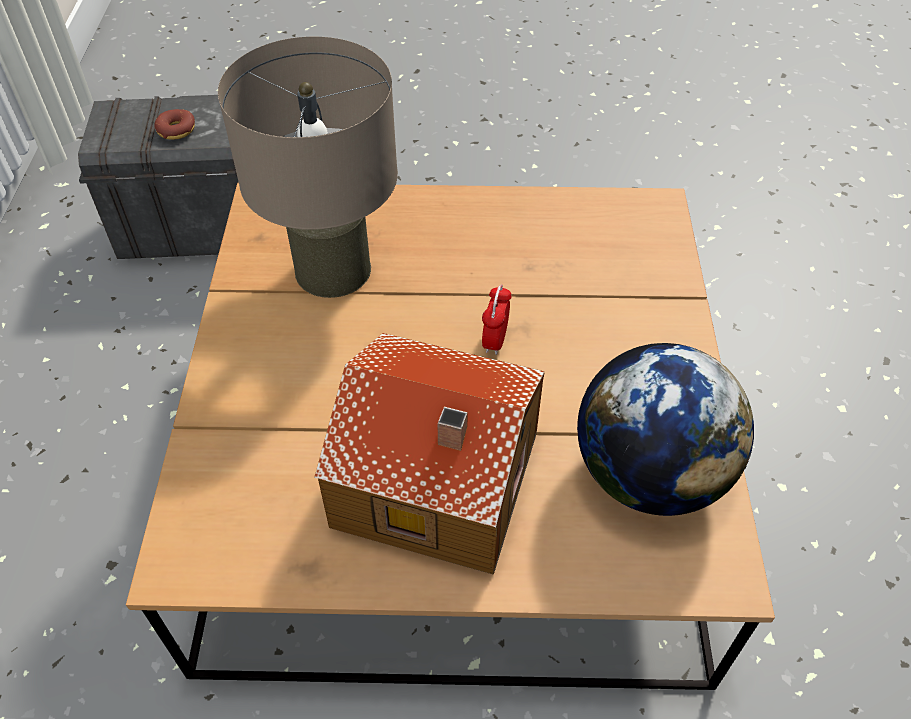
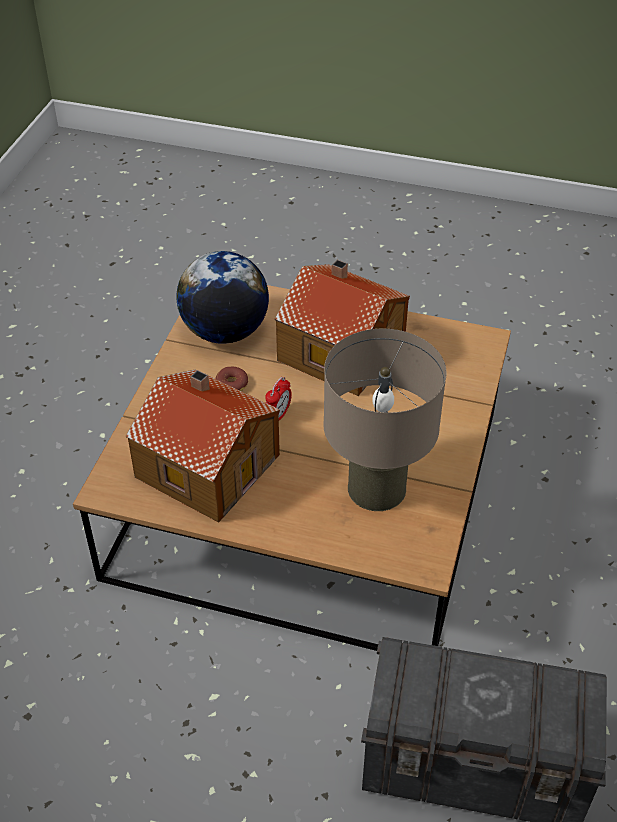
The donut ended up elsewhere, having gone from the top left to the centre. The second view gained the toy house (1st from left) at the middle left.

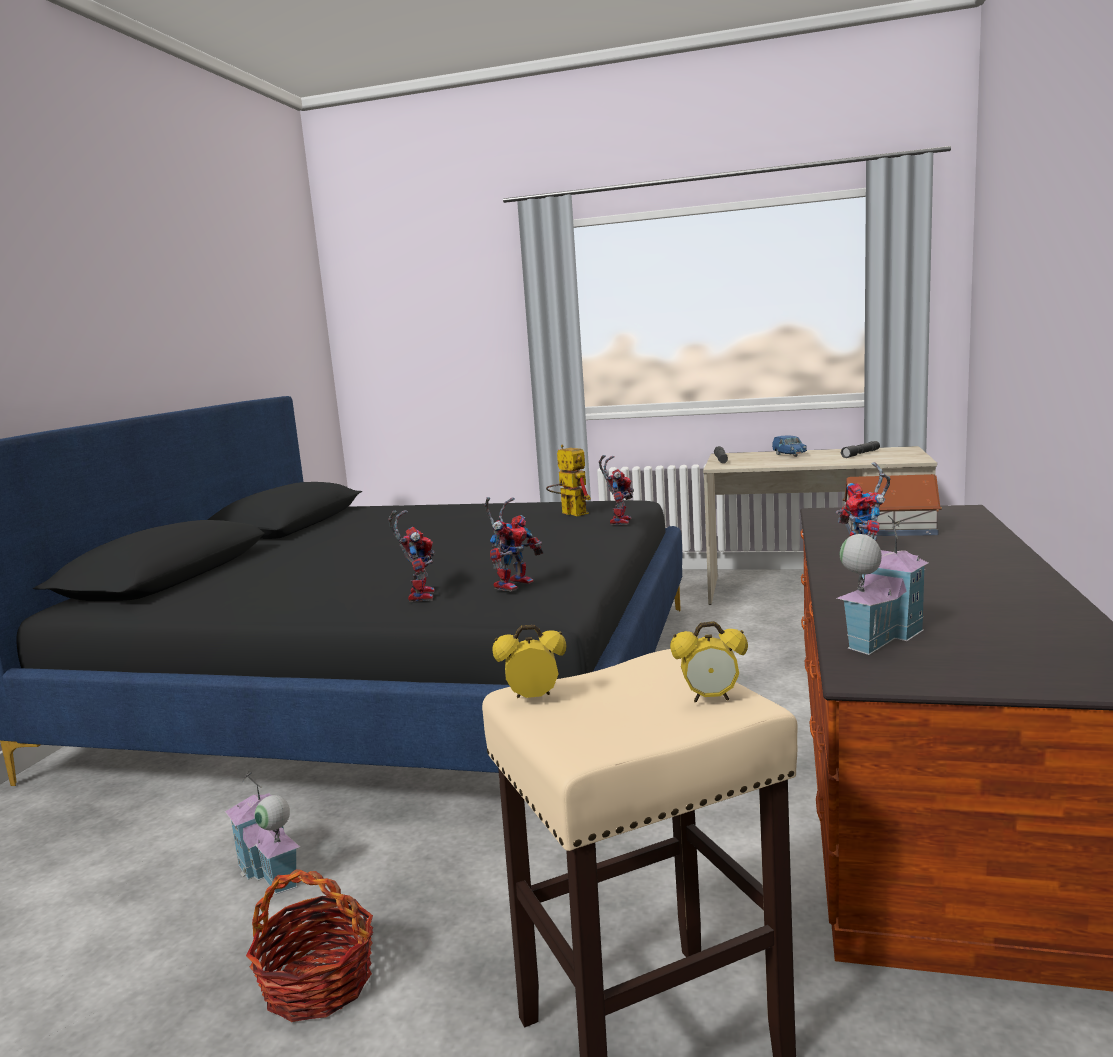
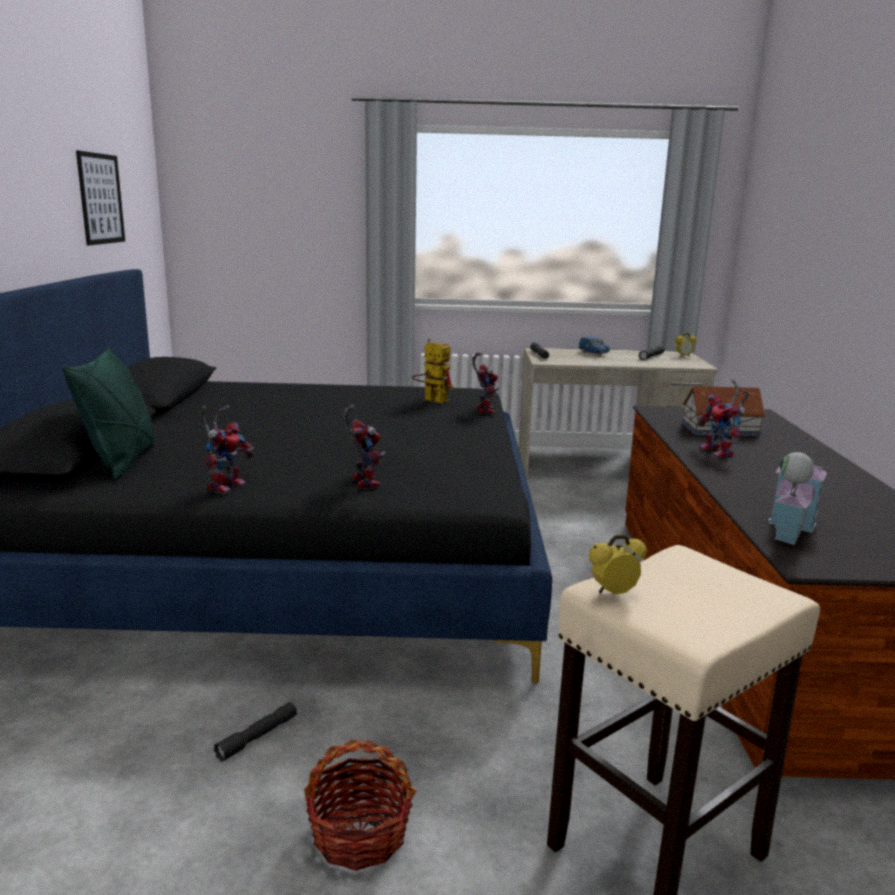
Where the toy house (1st from left) stood at the bottom left, the flashlight in grey (1st from left) came to stand at the bottom left. The toy robot (2nd from left in the first image) ended up elsewhere, having gone from the centre to the middle left. The alarm clock (2nd from left) ended up elsewhere, having gone from the centre to the middle right. The second view gained the pillow in green at the middle left. The second view gained the picture at the top left.

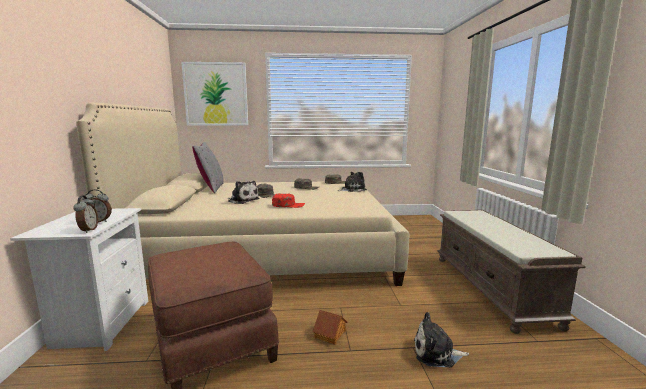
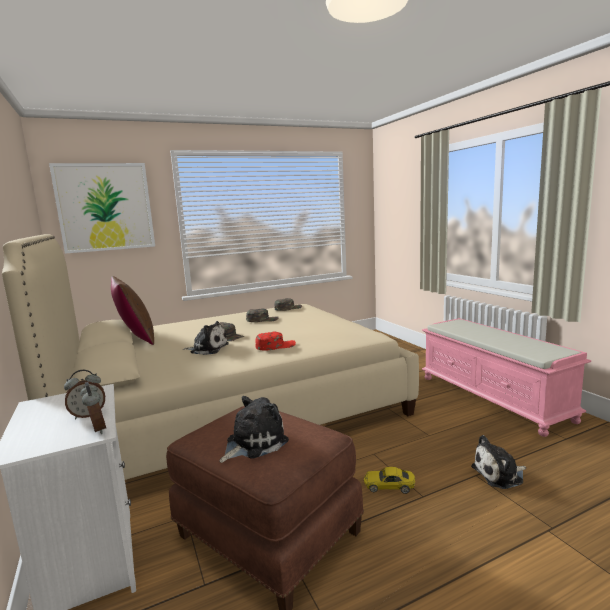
What was the pillow in grey at the middle left turned into the pillow in brown at the middle left. Where the toy house stood at the bottom centre, the toy car in yellow came to stand at the bottom centre. The plush toy (2nd from left) ended up elsewhere, having gone from the centre to the bottom centre. What was the bench in brown at the bottom right turned into the bench in pink at the middle right.

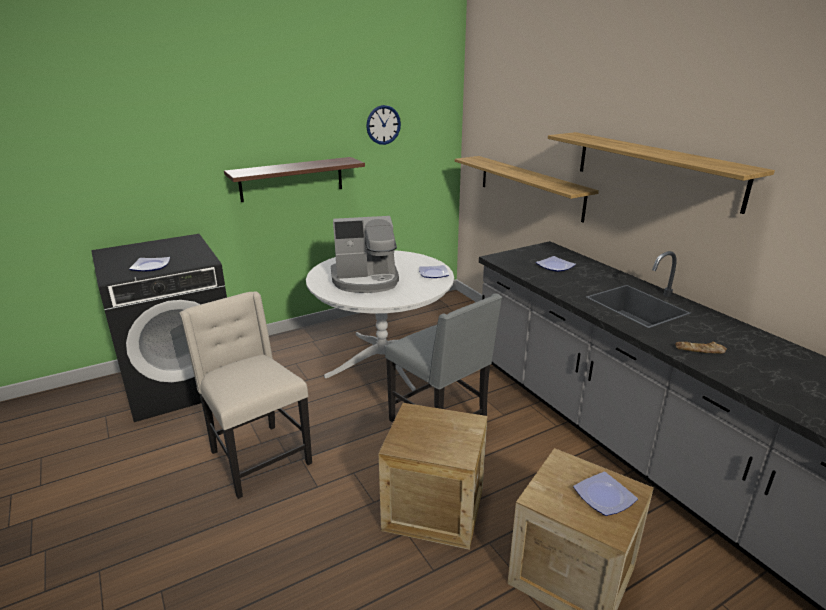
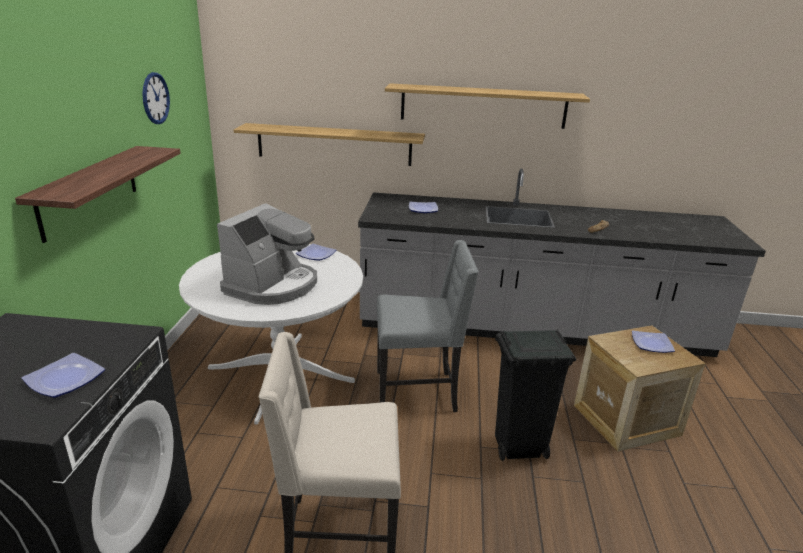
Where the crate (1st from left) stood at the bottom centre, the trash can in black came to stand at the bottom centre.

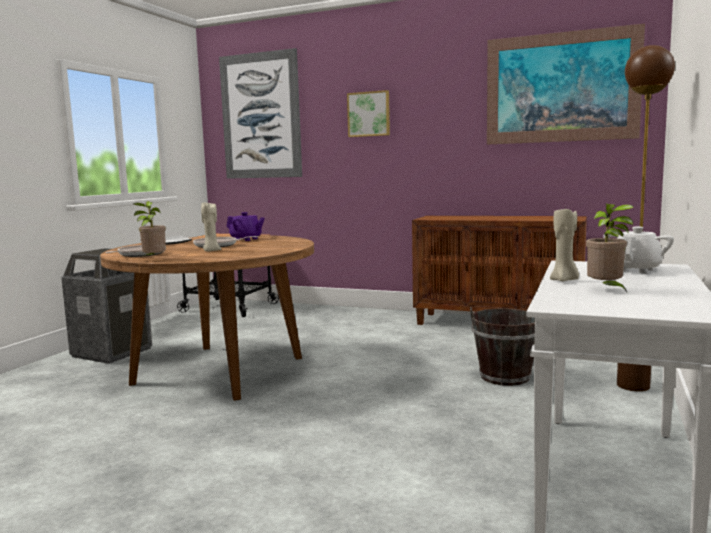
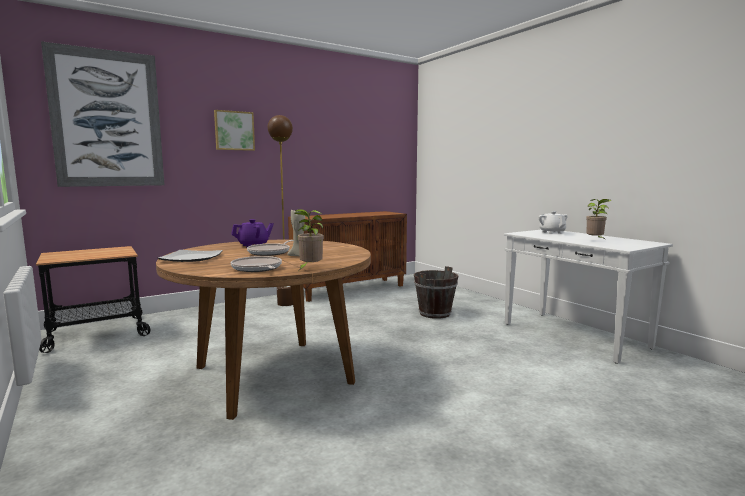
The second view lost the trash can at the middle left. The second view lost the picture (3rd from left) at the top right. The second view lost the candle in beige (2nd from left) at the middle right. The floor lamp in brown ended up elsewhere, having gone from the middle right to the centre.

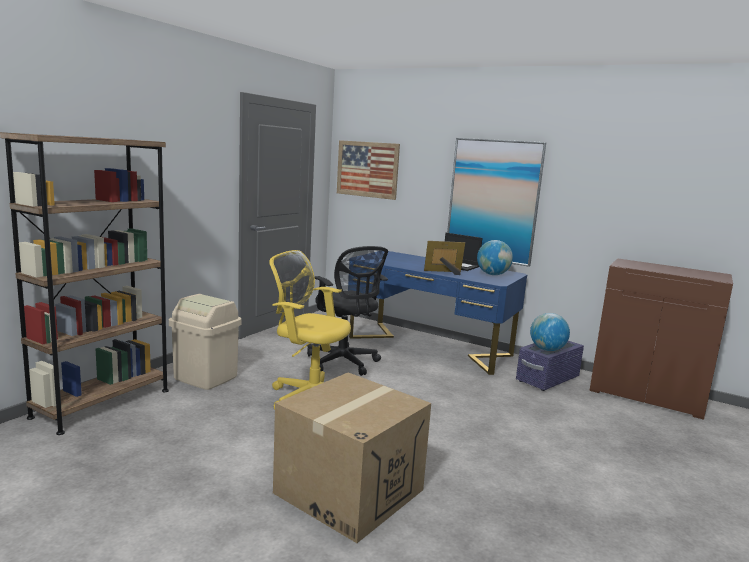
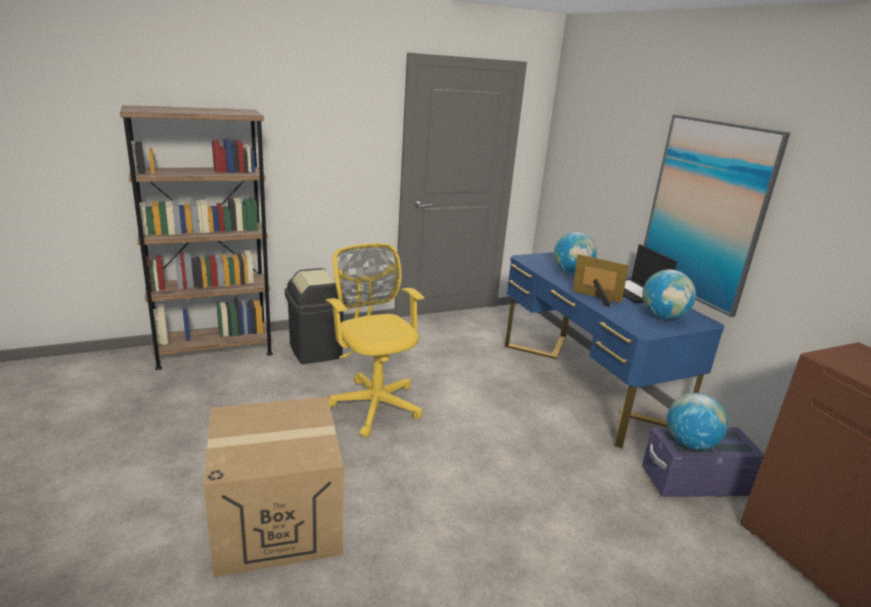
What was the trash can in beige at the middle left turned into the trash can in black at the centre. The second view lost the office chair in black at the centre. The second view lost the picture (1st from left) at the top centre. The second view gained the globe (1st from left) at the centre.

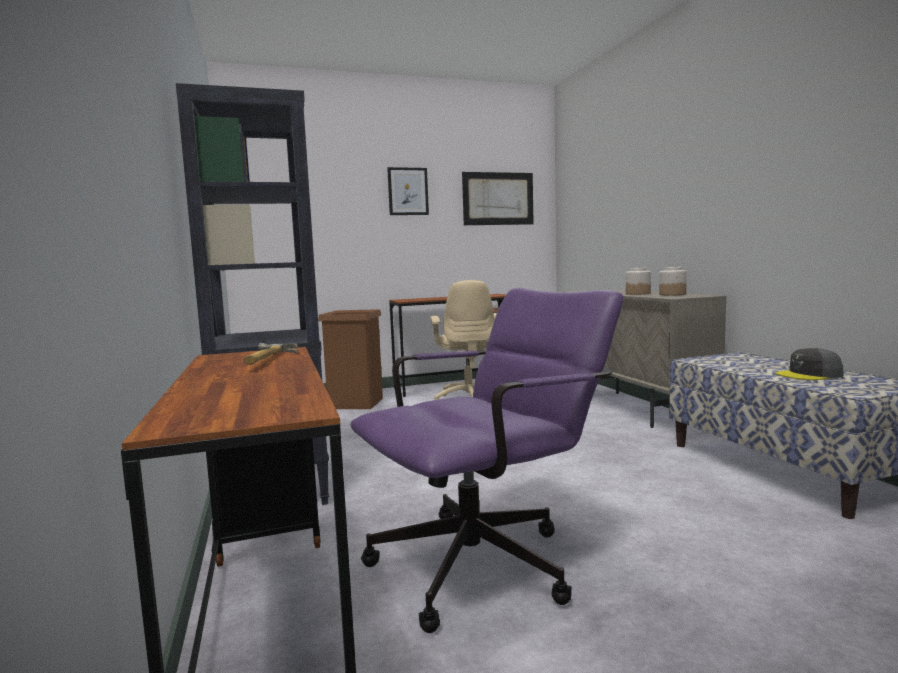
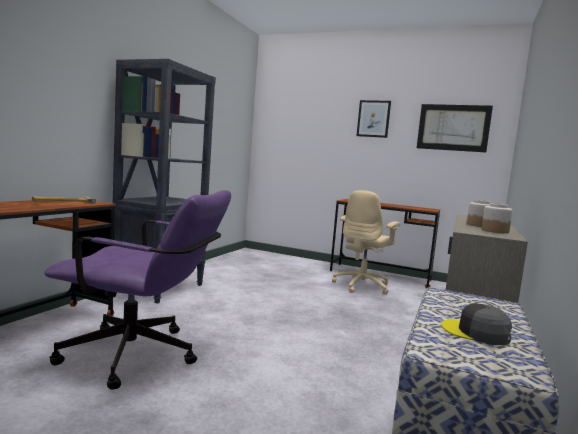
The second view lost the trash can in brown at the centre.

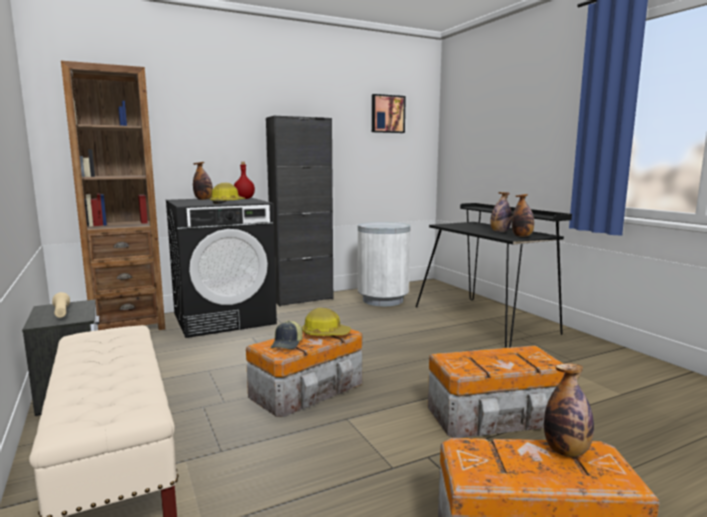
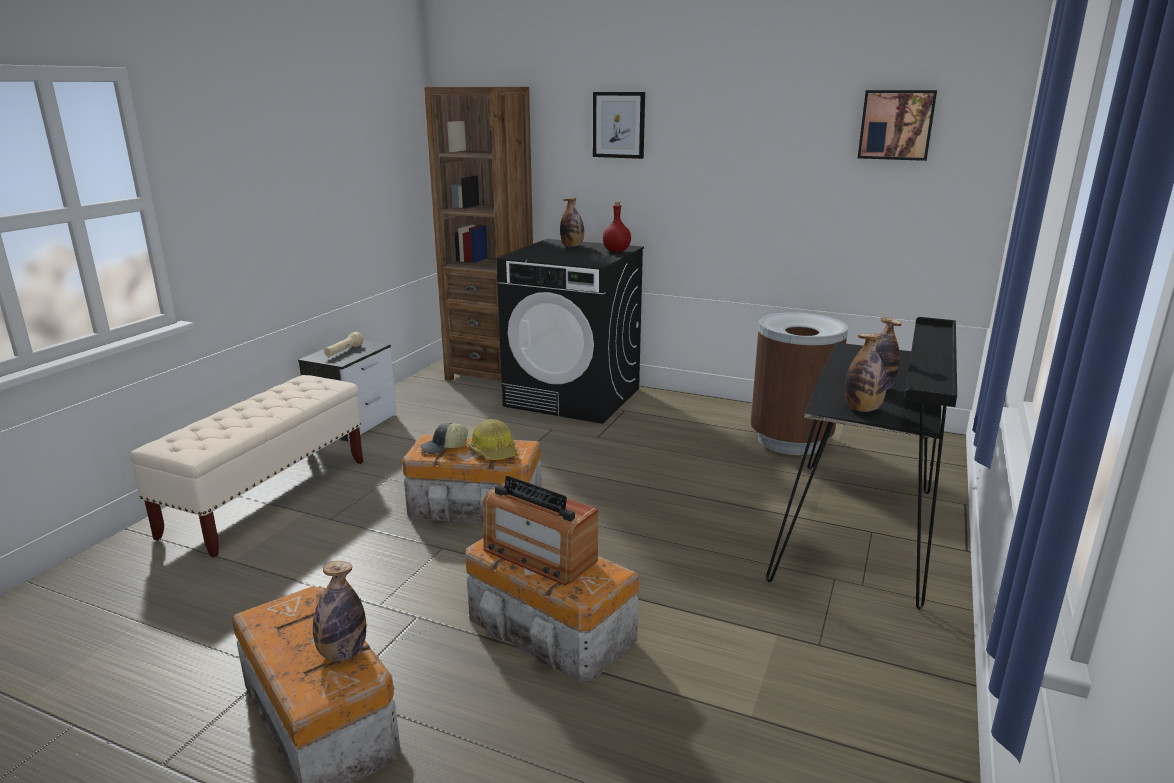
The second view lost the hard hat (1st from left) at the middle left. The second view lost the cabinet in black at the centre. What was the trash can in white at the centre turned into the trash can in brown at the middle right. The second view gained the radio at the bottom centre. The second view gained the picture (1st from left) at the top centre.

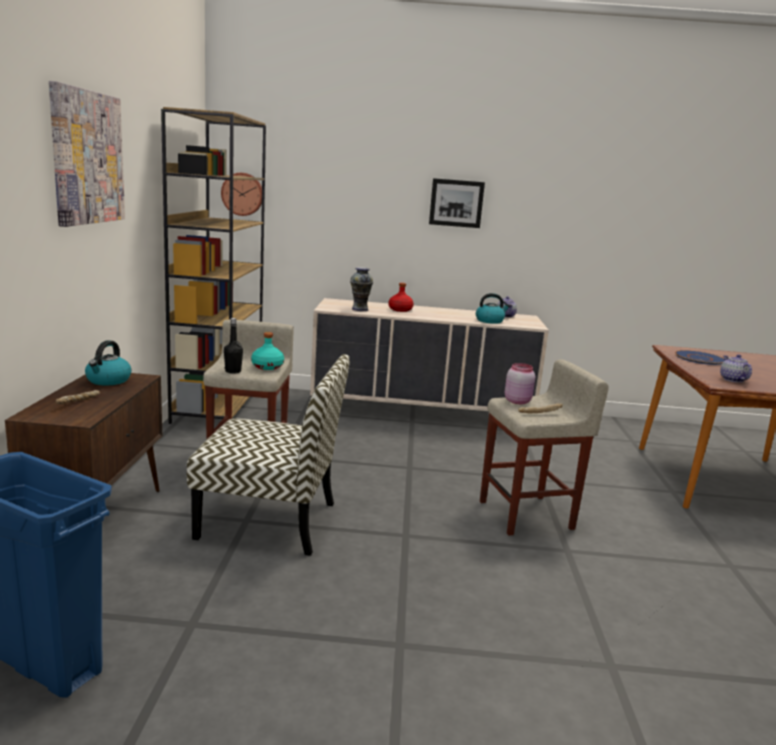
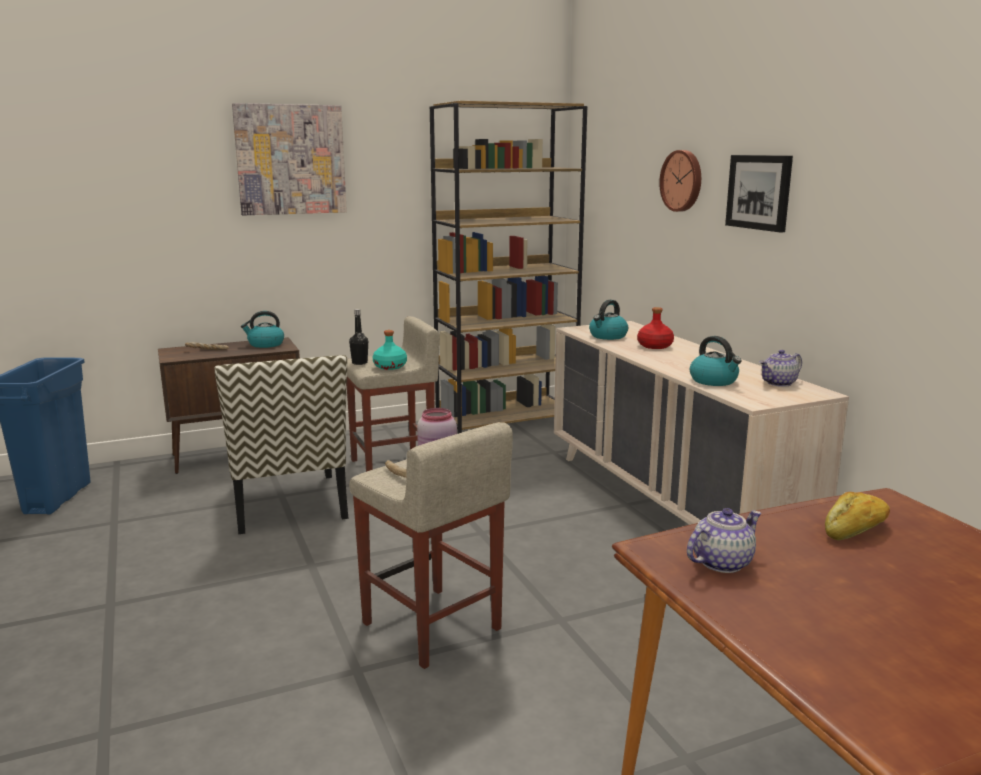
The wall clock ended up elsewhere, having gone from the top left to the top right. Where the vase stood at the centre, the kettle (2nd from left) came to stand at the centre. Where the plate in blue stood at the middle right, the bread (3rd from left) came to stand at the middle right.

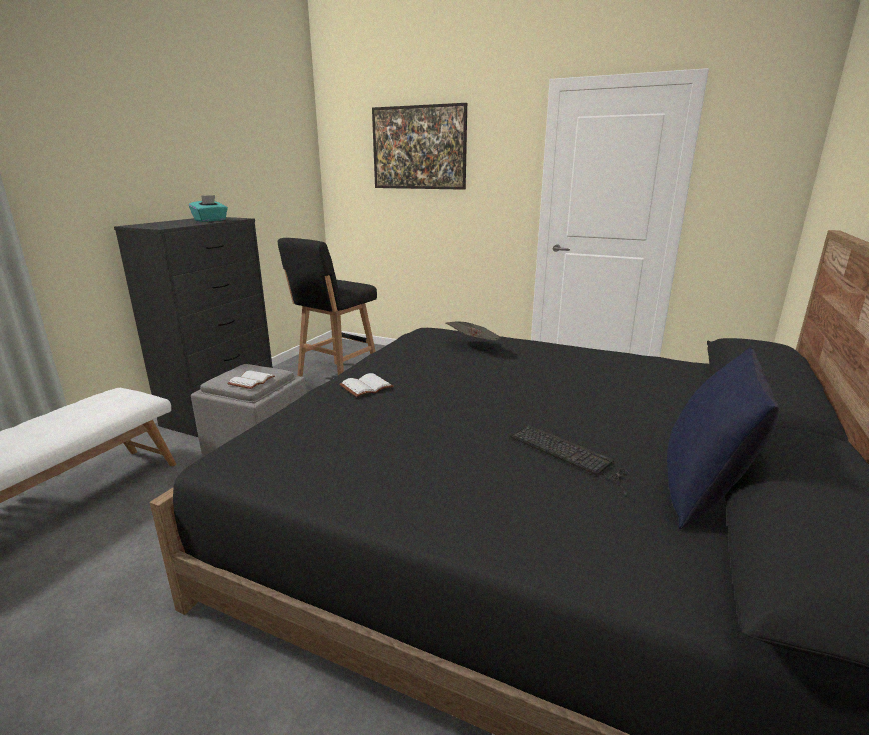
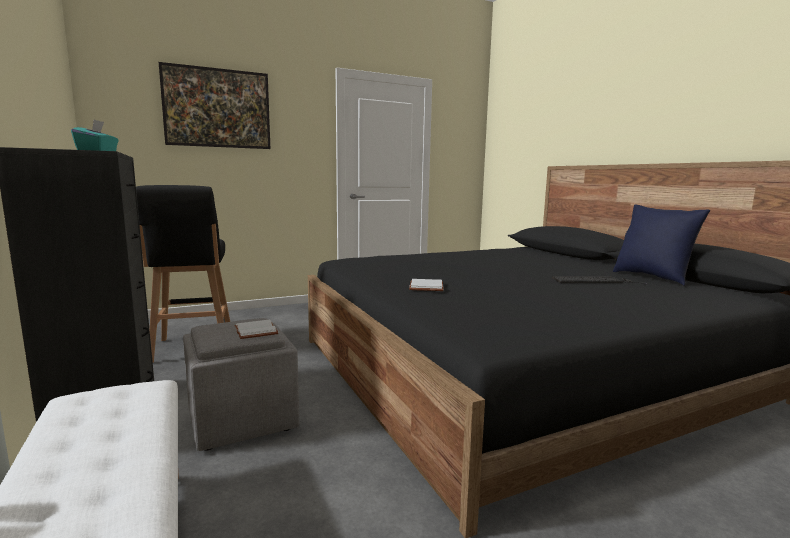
The second view lost the newspaper at the centre.

